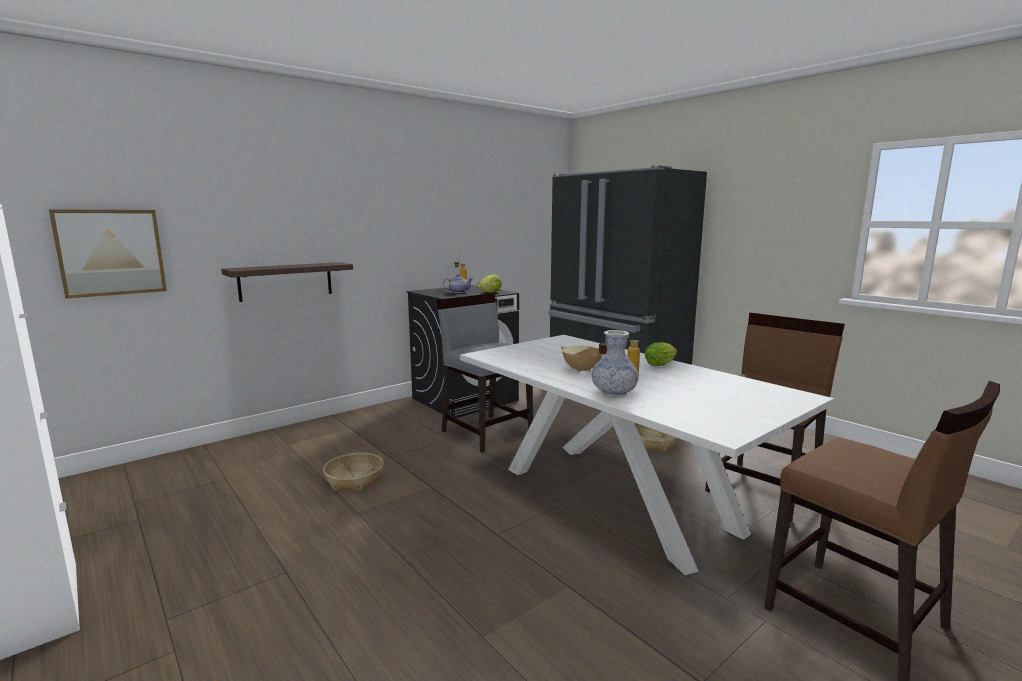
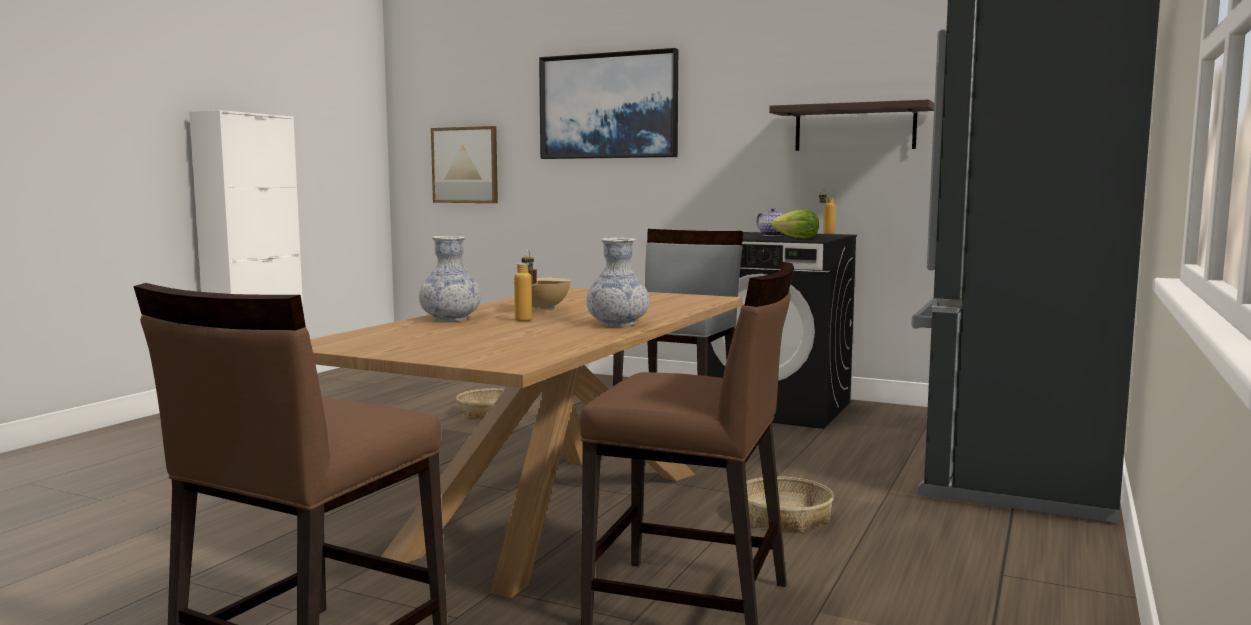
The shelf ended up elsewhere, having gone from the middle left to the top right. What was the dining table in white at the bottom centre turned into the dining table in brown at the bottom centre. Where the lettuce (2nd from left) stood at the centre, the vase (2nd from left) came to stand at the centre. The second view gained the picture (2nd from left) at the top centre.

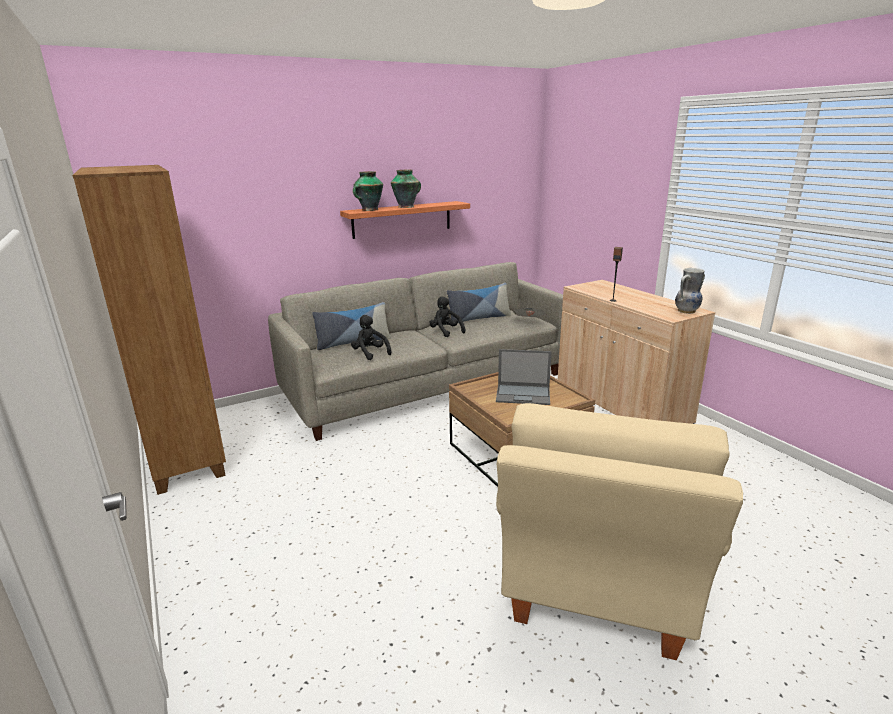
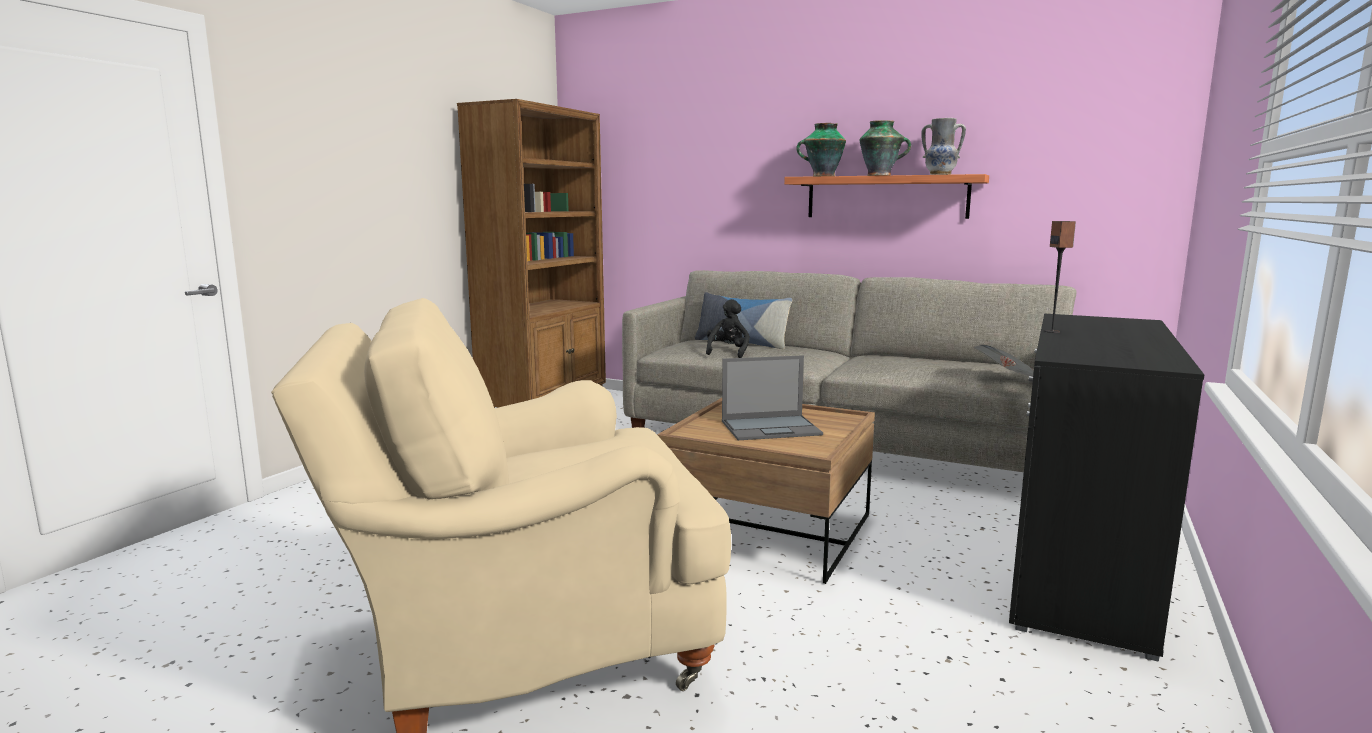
The second view lost the plush toy in black (2nd from left) at the centre. The second view lost the pillow (2nd from left) at the centre. The laptop at the centre ended up facing another way, 75 degrees counterclockwise from before. What was the cabinet in beige at the middle right turned into the cabinet in black at the middle right. The vase (3rd from left) ended up elsewhere, having gone from the middle right to the top right.

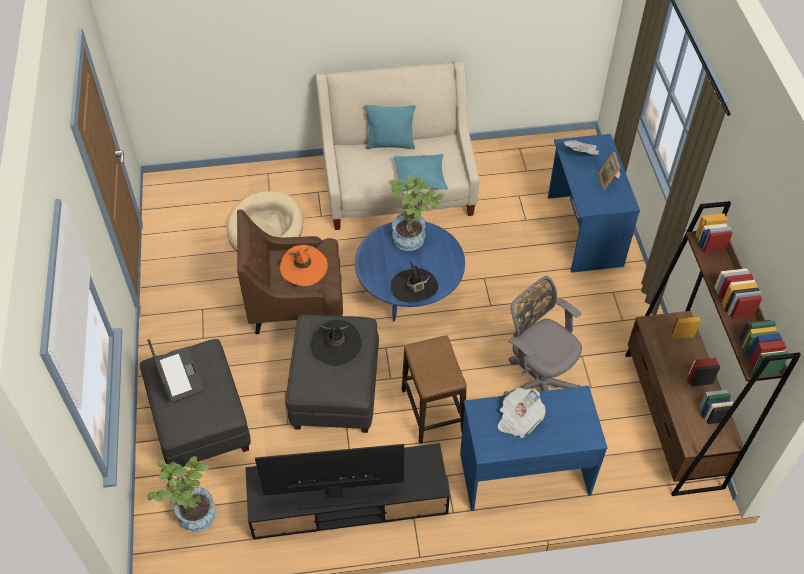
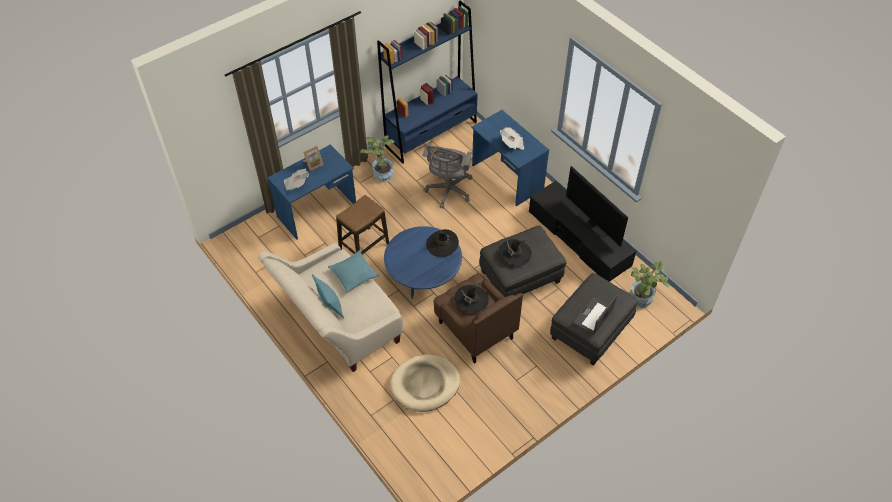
What was the hat in orange at the centre turned into the hat in black (2nd from left) at the centre. The potted plant (2nd from left in the first image) ended up elsewhere, having gone from the centre to the top centre. The stool ended up elsewhere, having gone from the bottom centre to the centre. What was the bookcase in brown at the middle right turned into the bookcase in blue at the top centre.

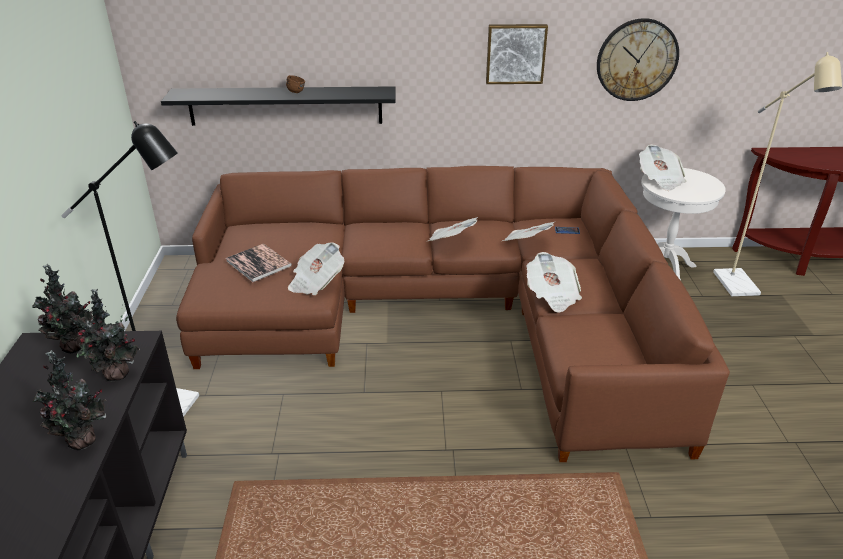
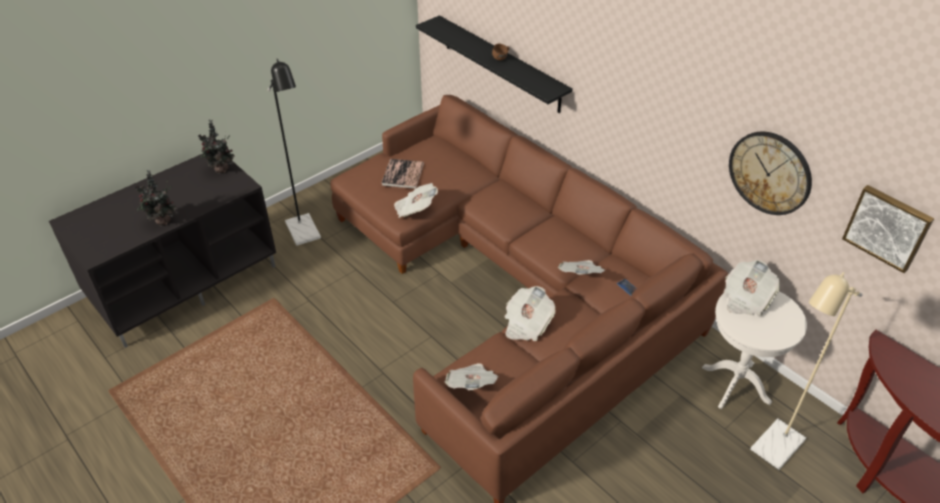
The second view lost the potted plant (3rd from left) at the middle left. The newspaper (2nd from left) ended up elsewhere, having gone from the centre to the bottom centre. The picture ended up elsewhere, having gone from the top centre to the middle right.

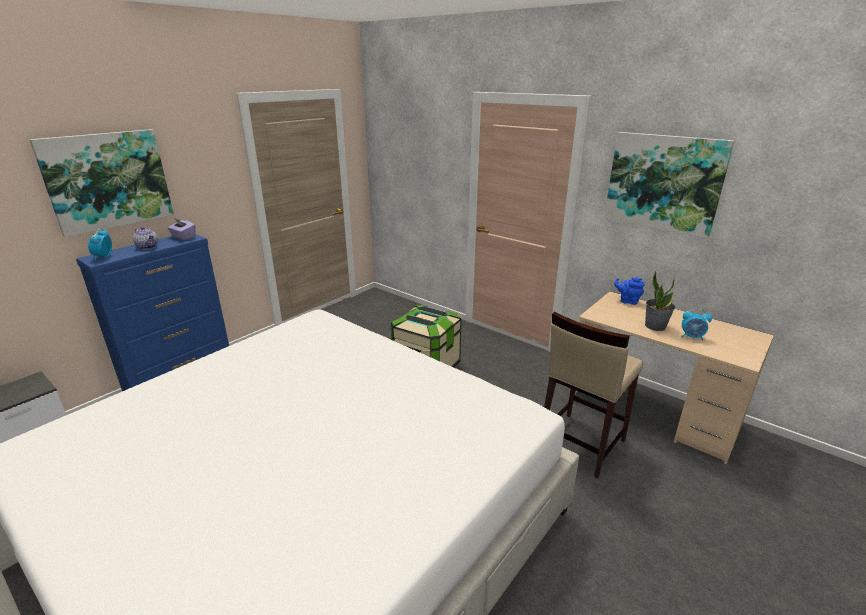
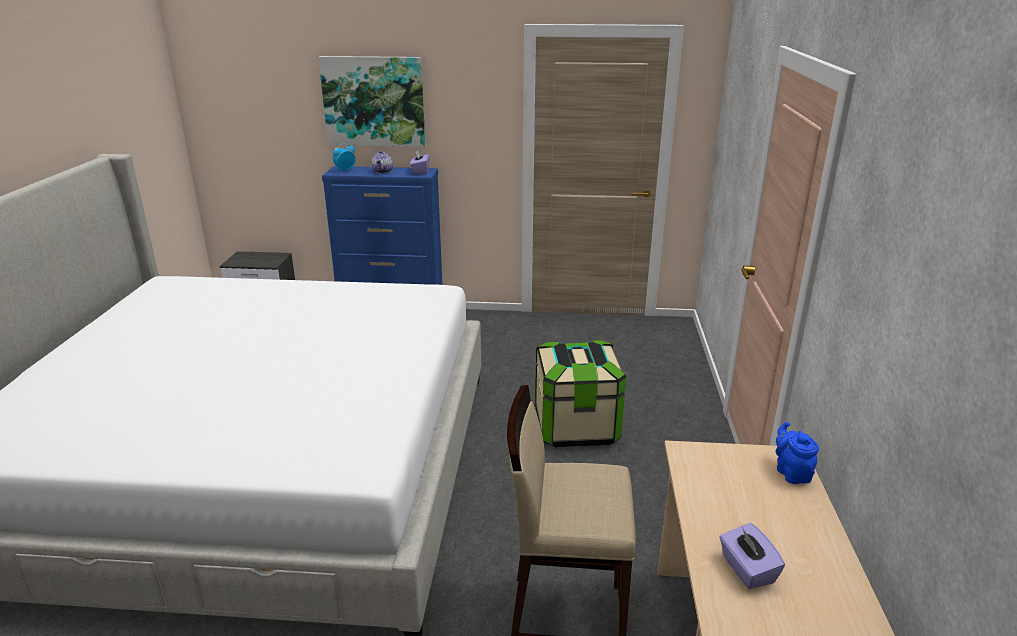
The second view lost the picture (2nd from left) at the top right. The second view lost the potted plant at the middle right. Where the alarm clock (2nd from left) stood at the middle right, the tissue box in purple (2nd from left) came to stand at the bottom right.

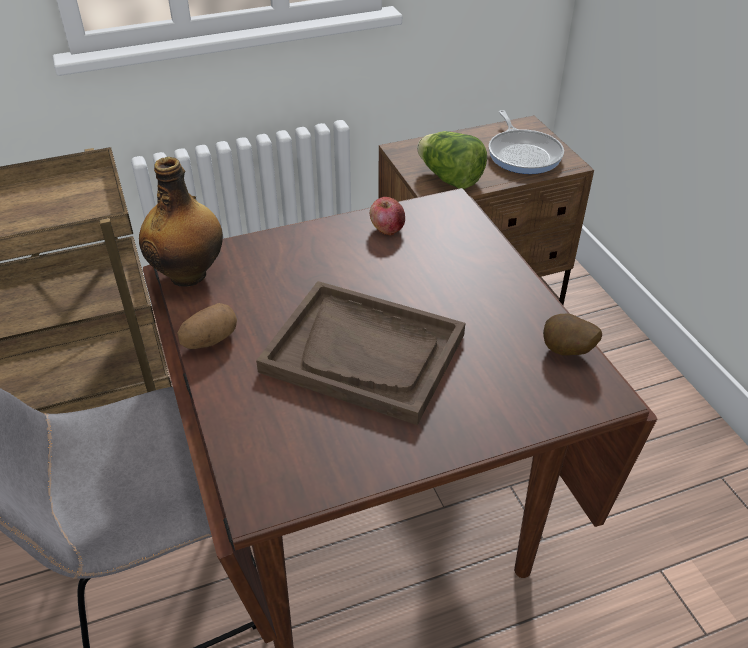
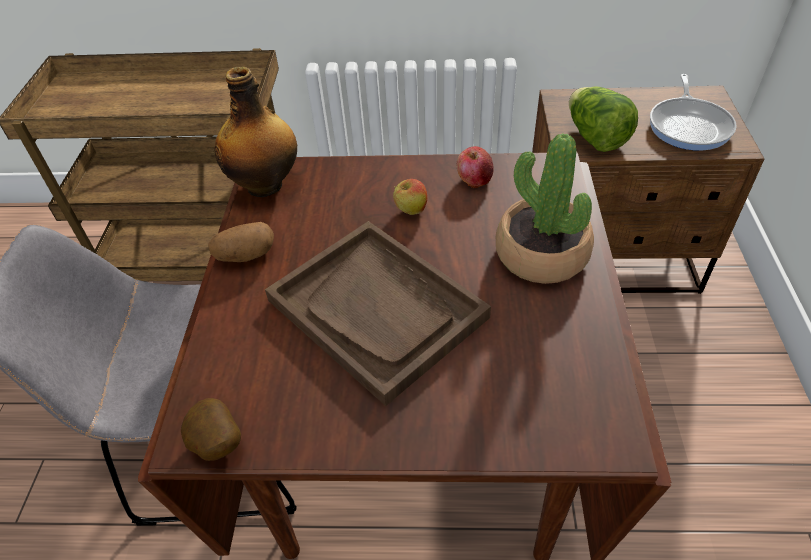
The potato (2nd from left in the first image) ended up elsewhere, having gone from the middle right to the bottom left. The second view gained the apple (1st from left) at the centre. The second view gained the potted plant at the middle right.

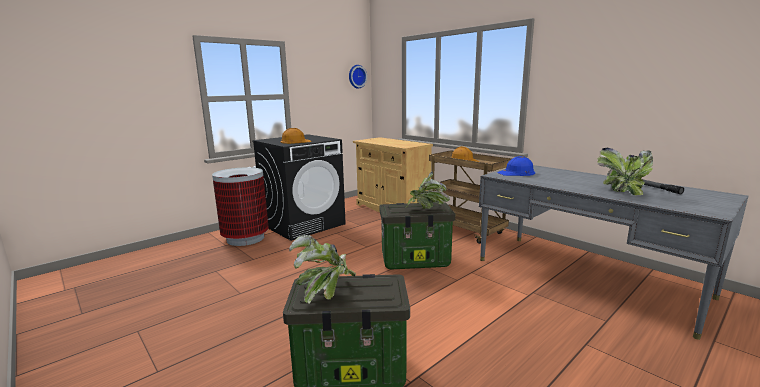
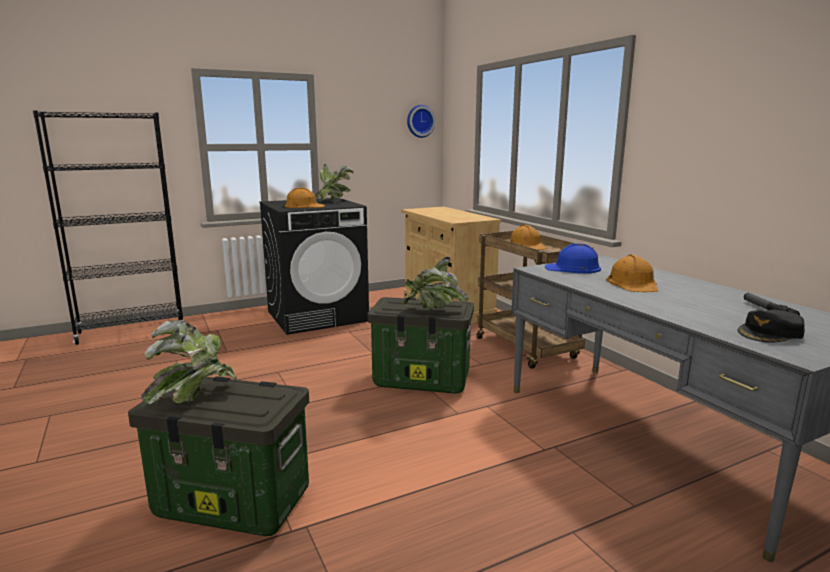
The second view lost the trash can at the middle left. The potted plant (3rd from left in the first image) ended up elsewhere, having gone from the middle right to the top centre. The second view gained the bookcase in black at the middle left. The second view gained the hard hat in orange (3rd from left) at the middle right. The second view gained the cap in black at the middle right.

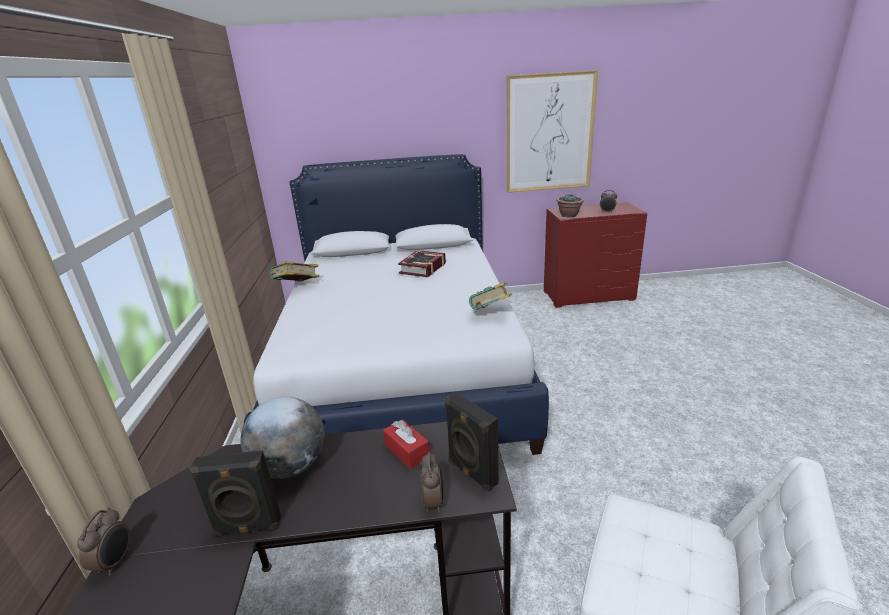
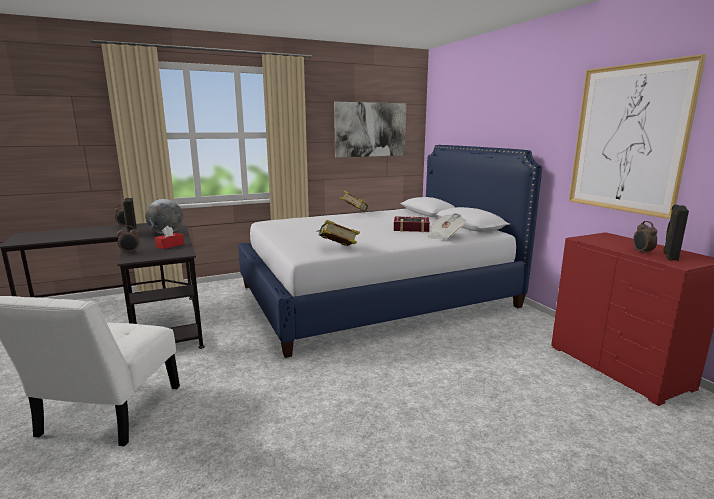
The speaker in black (2nd from left) ended up elsewhere, having gone from the bottom centre to the middle right. The second view lost the potted plant at the centre. The second view gained the picture (1st from left) at the top centre. The second view gained the newspaper at the centre.

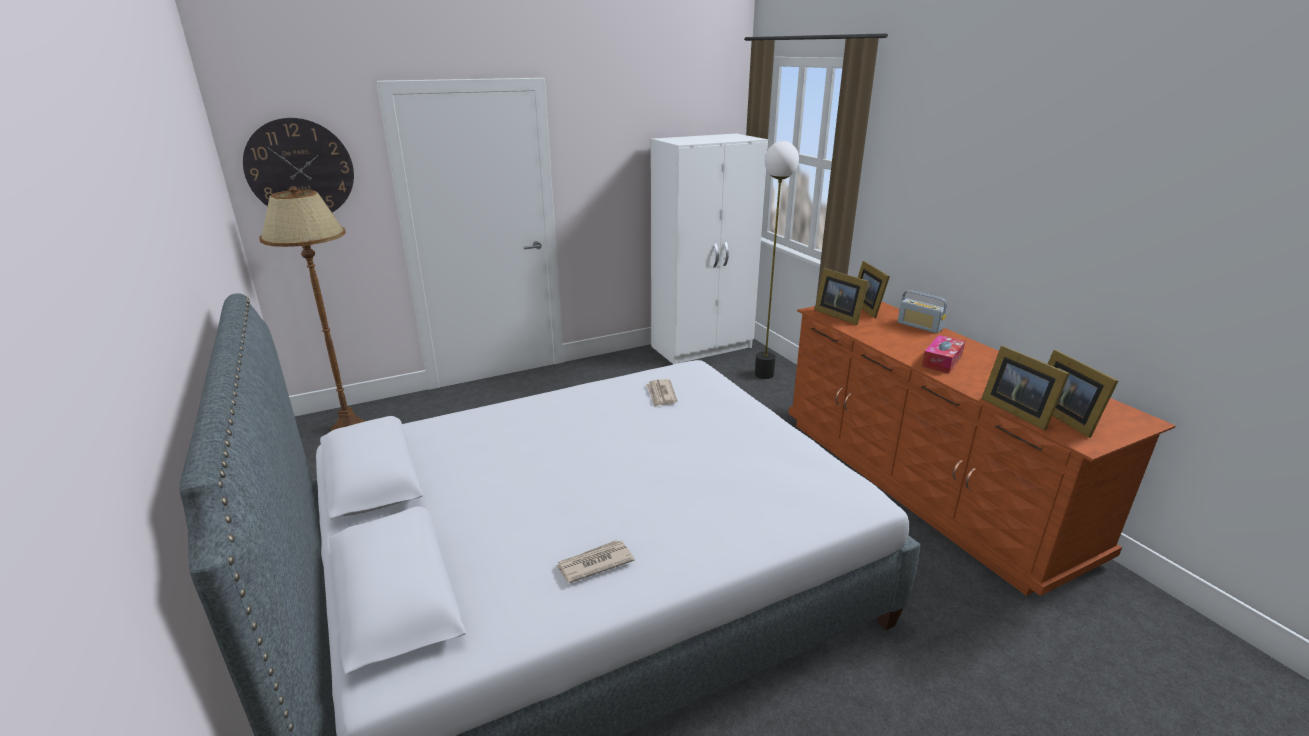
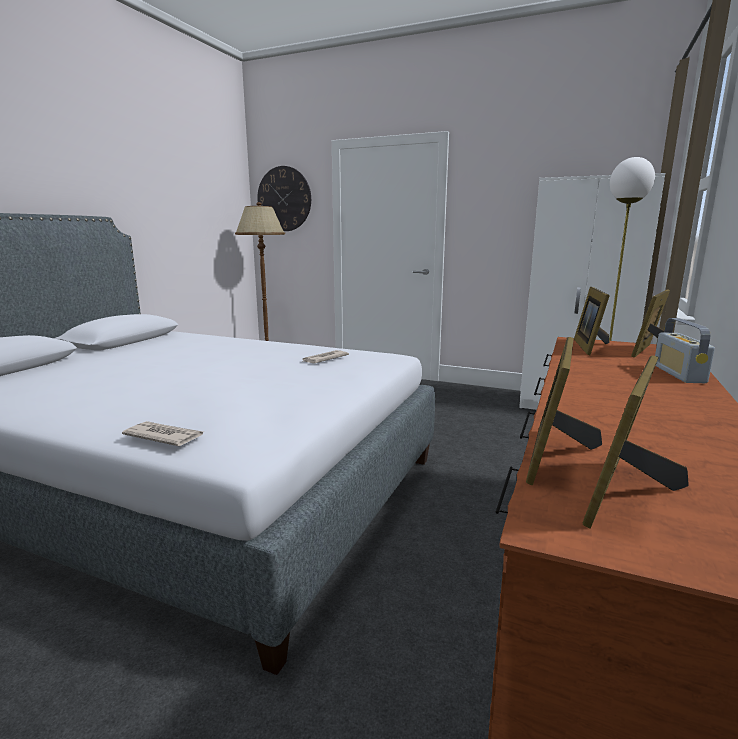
The newspaper (1st from left) ended up elsewhere, having gone from the bottom centre to the middle left. The second view lost the tissue box at the middle right.

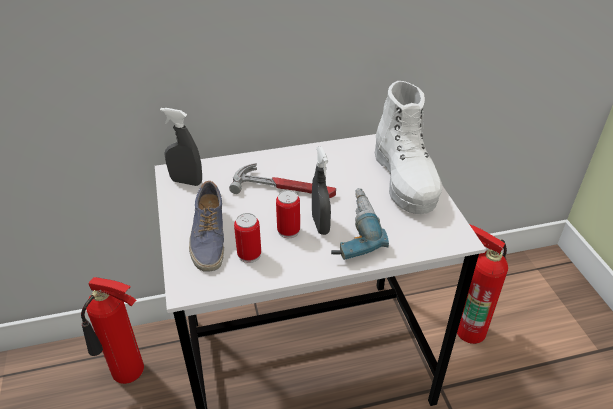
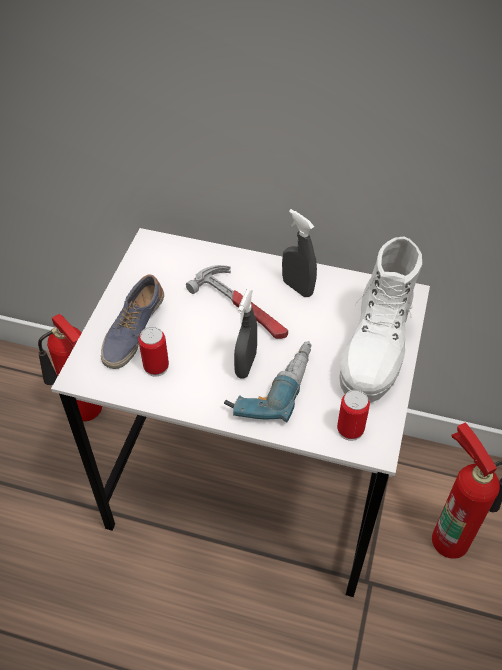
The spray bottle in grey (1st from left in the first image) ended up elsewhere, having gone from the middle left to the centre. The can (2nd from left) ended up elsewhere, having gone from the centre to the middle right.

